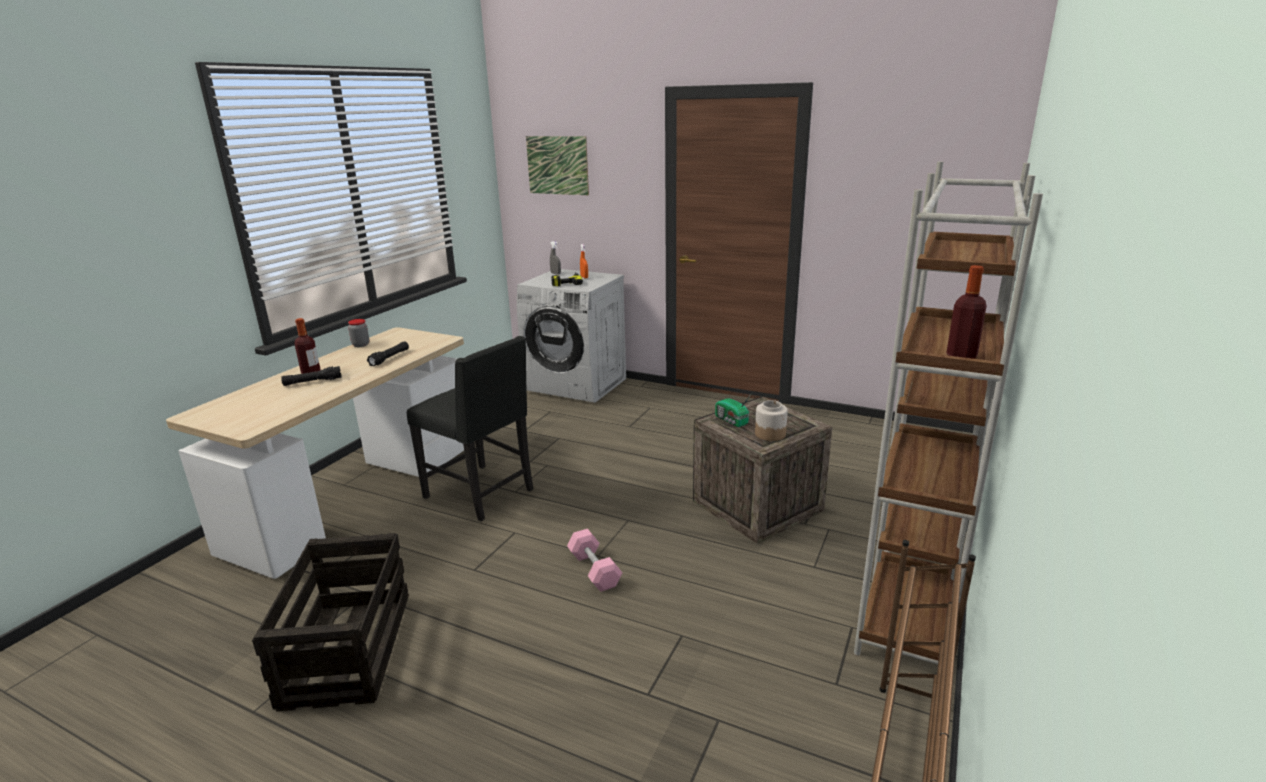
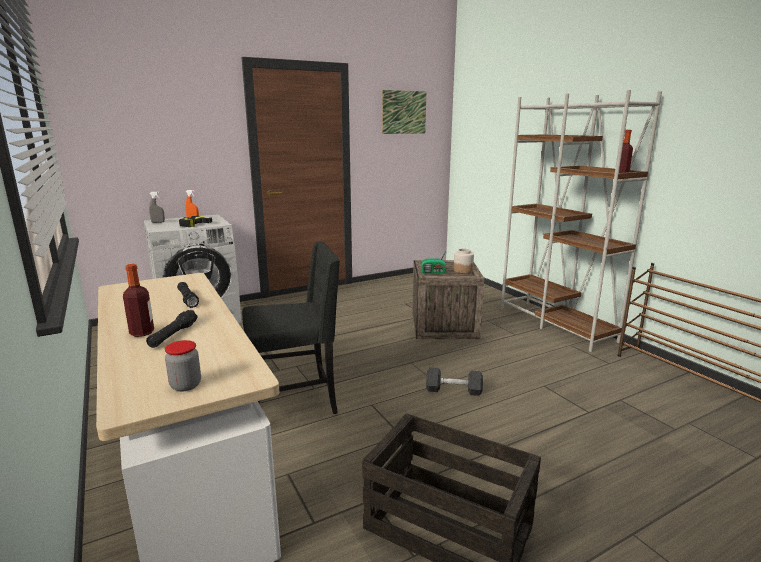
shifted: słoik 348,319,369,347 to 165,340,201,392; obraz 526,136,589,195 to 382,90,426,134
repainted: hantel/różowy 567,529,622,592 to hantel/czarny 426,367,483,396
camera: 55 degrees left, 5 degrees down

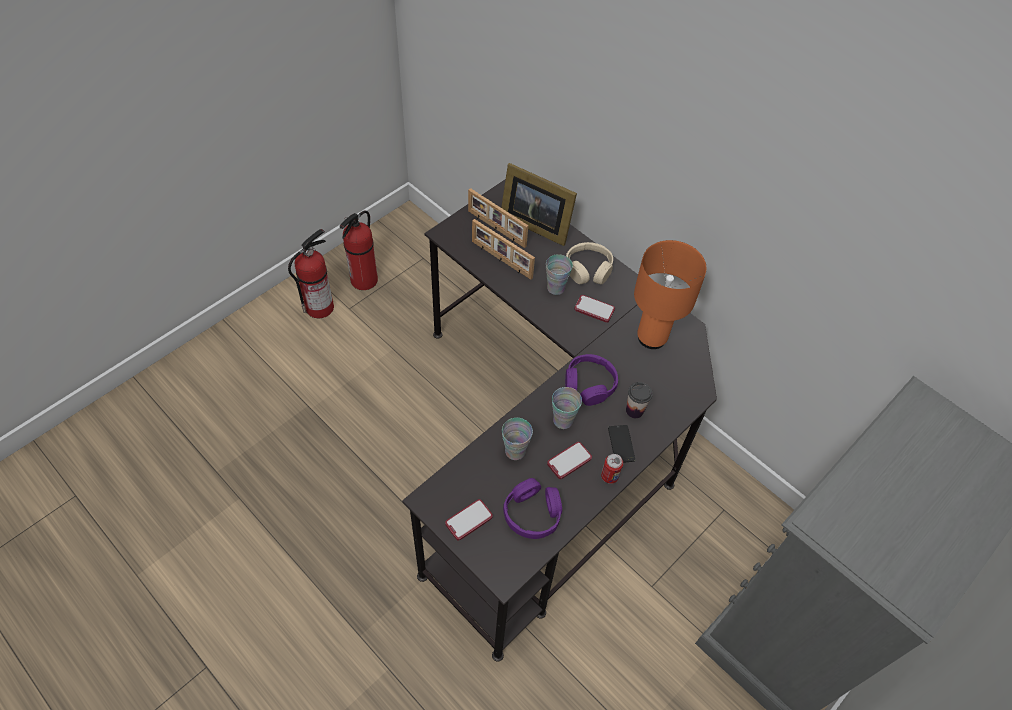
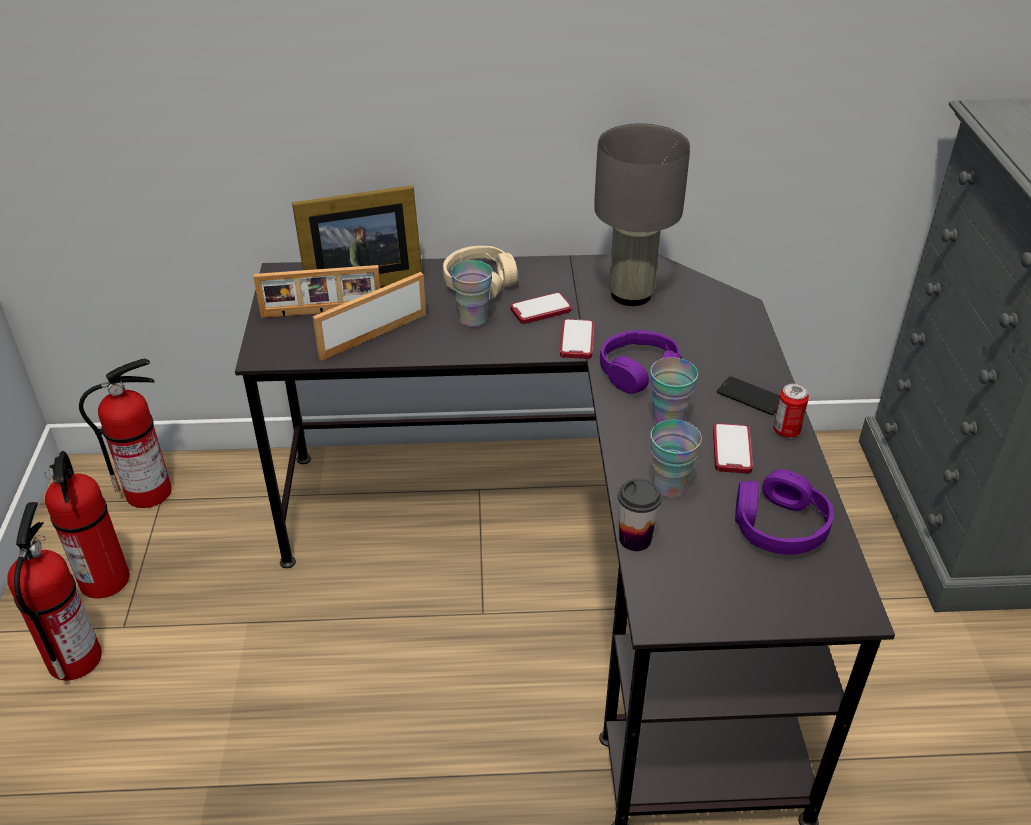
new: gaśnica 79,359,172,508
shifted: telefon 445,499,493,541 to 560,319,594,359; filiżanka 626,382,653,418 to 618,478,662,551
repainted: lampa stołowa/pomarańczowy 634,240,706,349 to lampa stołowa/szary 594,124,690,306
rotated: ramka na zdjęcie 472,219,535,280 = 313,272,426,361 150 degrees clockwise
camera: 45 degrees left, 15 degrees down

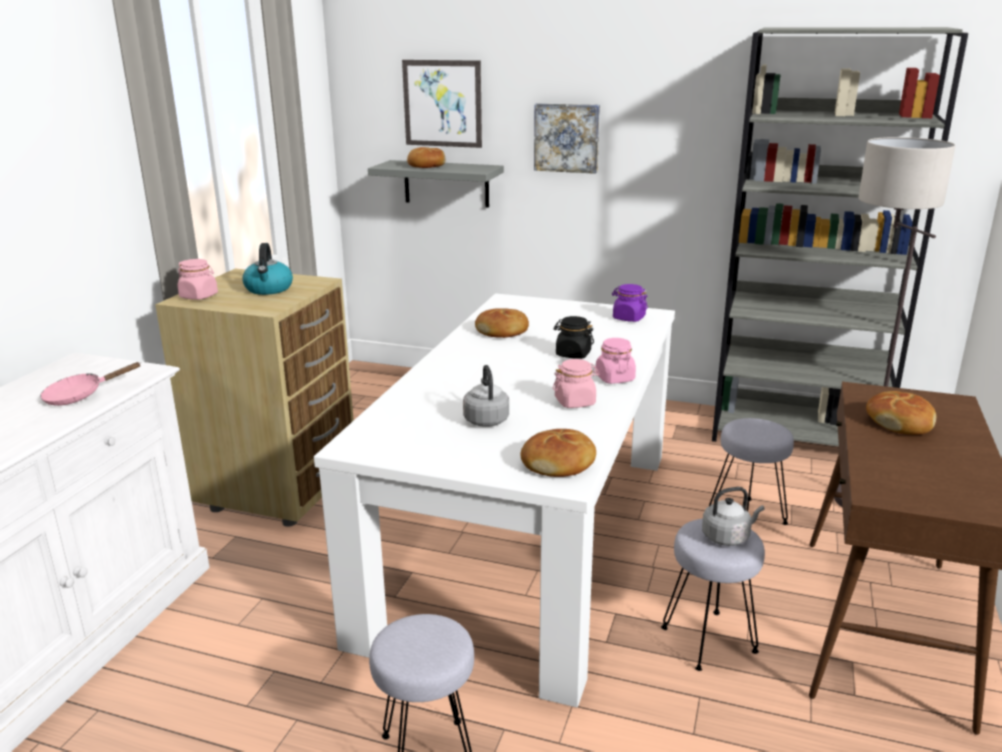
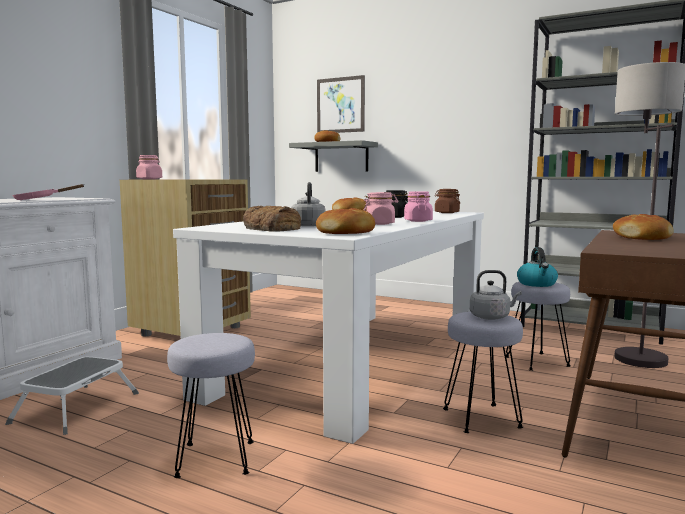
gone: obraz 534,103,600,174
new: drabinka/szary 5,357,139,435; chleb 243,206,301,232
shifted: czajnik 242,243,293,295 to 517,247,558,287
repainted: słoik/fioletowy 612,284,648,322 to słoik/brązowy 435,189,460,213
camera: 10 degrees right, 15 degrees down

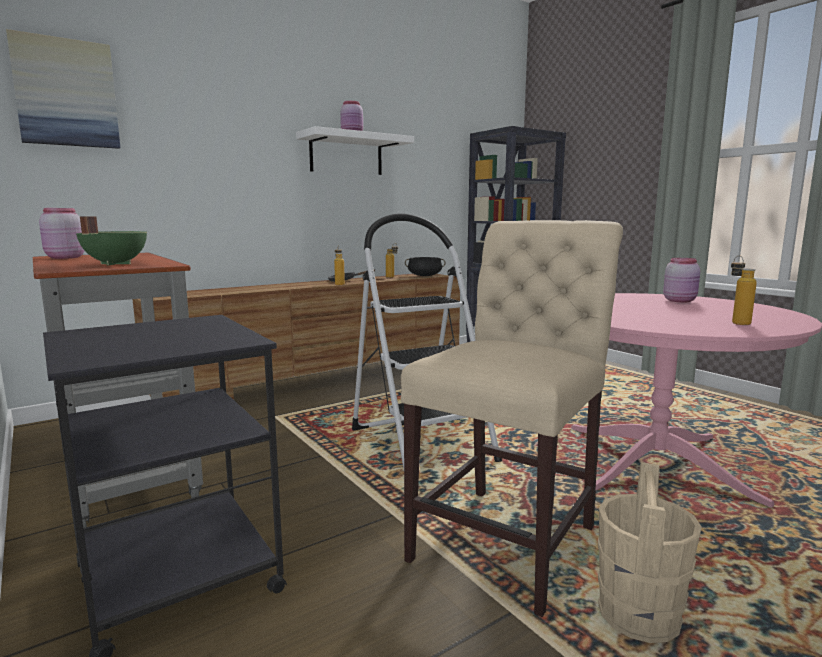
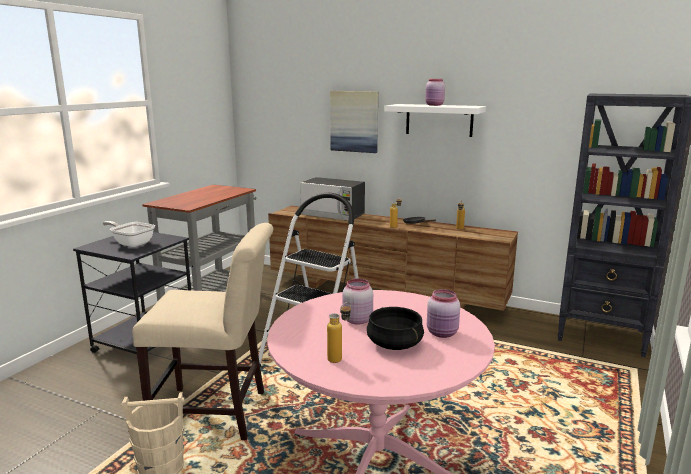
gone: garnek/zielony 76,217,147,266
new: patelnia 103,221,155,247; mikrofalówka 300,177,365,221
shifted: obraz 6,29,121,149 to 330,91,378,153; słoik/różowy 39,208,85,259 to 343,279,373,325; garnek/czarny 405,257,445,276 to 367,307,424,350
camera: 60 degrees right, 5 degrees up

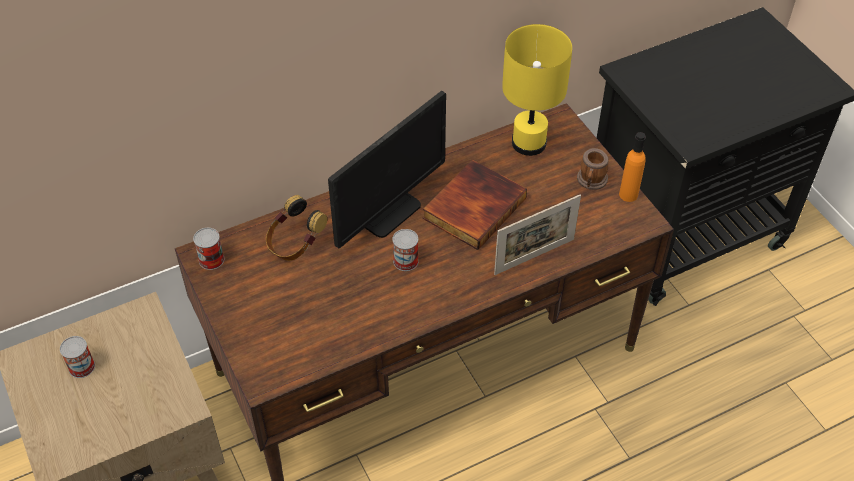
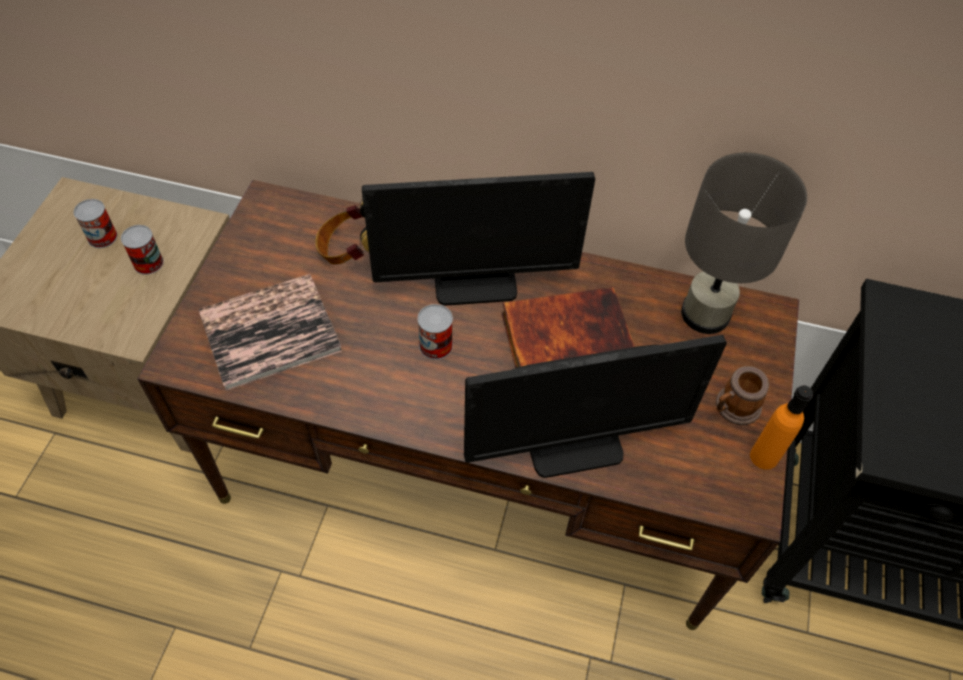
new: książka 198,274,342,391
shifted: puszka 193,228,224,270 to 121,225,164,275
swapped: ramka na zdjęcie 494,195,581,275 to monitor 464,335,727,478
repainted: lampa stołowa/żółty 502,24,572,156 to lampa stołowa/szary 681,153,807,334
camera: 40 degrees right, 5 degrees up

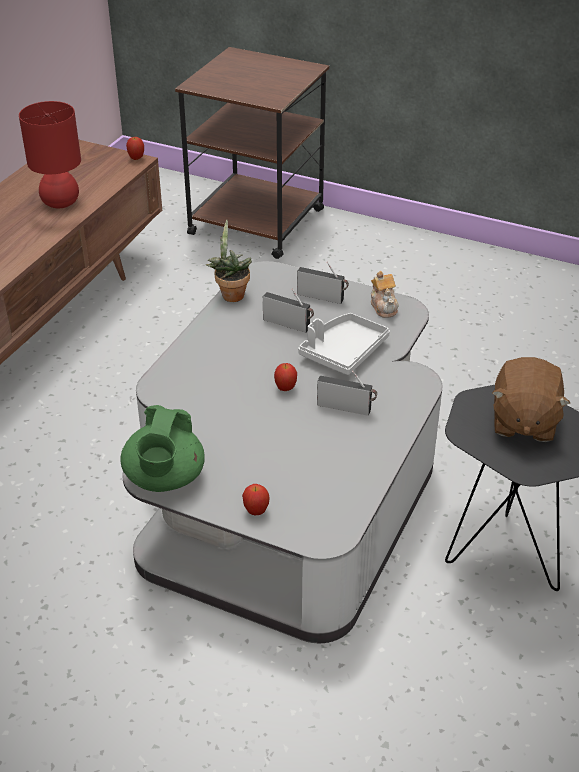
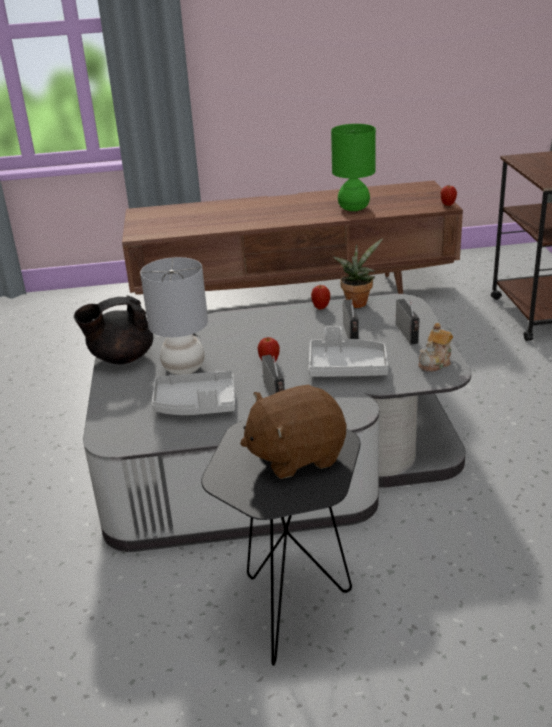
new: lampa stołowa/szary 140,257,208,375; taca/szary 152,371,235,415
shifted: jabłko 242,484,270,515 to 311,285,330,310
repainted: lampa stołowa/czerwony 19,101,81,208 to lampa stołowa/zielony 331,124,376,211; imbryk/zielony 121,405,205,492 to imbryk/czarny 74,296,153,364
camera: 60 degrees right, 10 degrees down

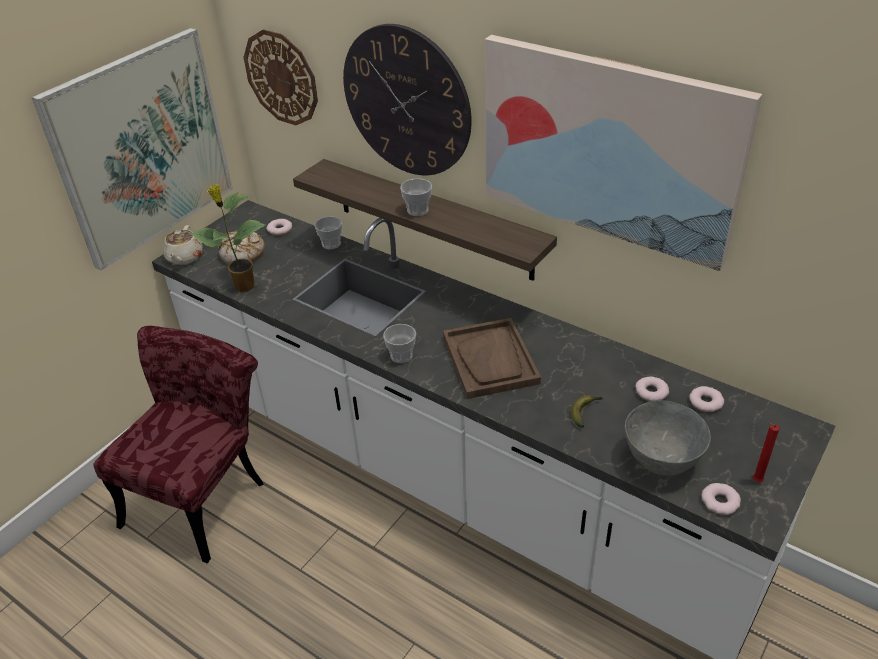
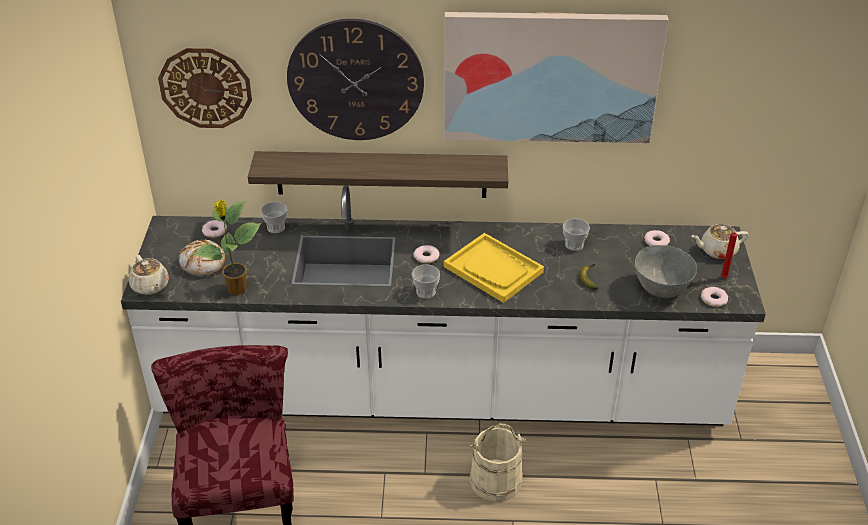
gone: obraz 31,28,233,271
new: wiadro/beżowy 470,424,526,502; imbryk/beżowy 692,224,749,259
shifted: filiżanka 400,178,432,216 to 563,218,590,251; donut 635,376,669,401 to 413,245,440,264
repainted: taca/brązowy 443,318,541,399 to taca/żółty 444,233,544,303
camera: 35 degrees left, 0 degrees up

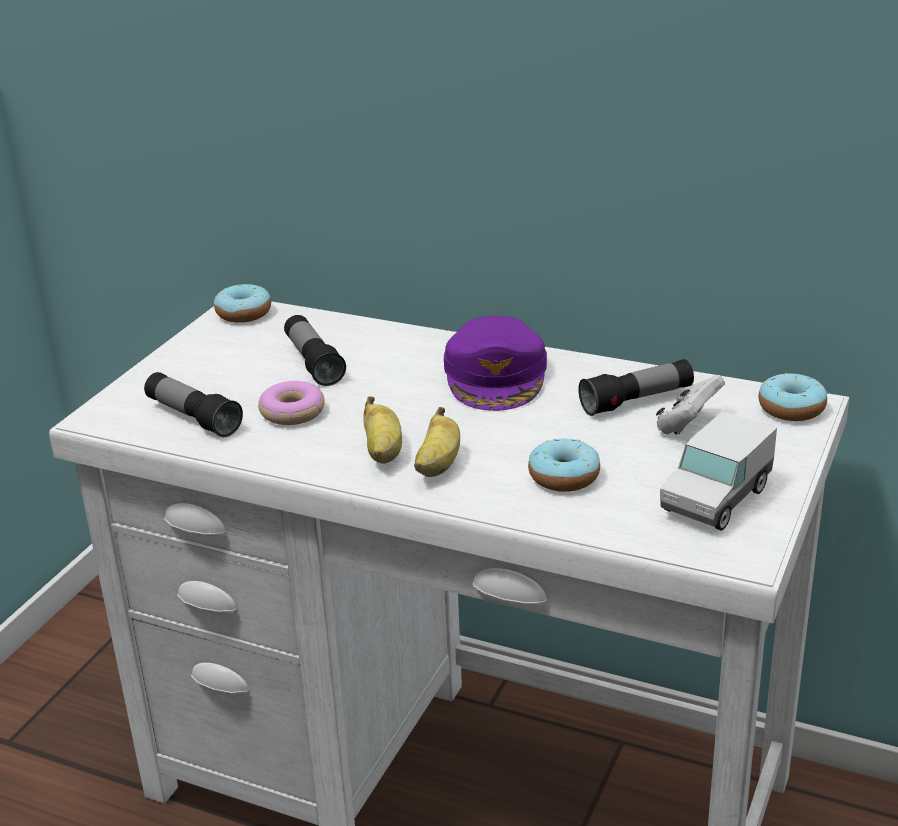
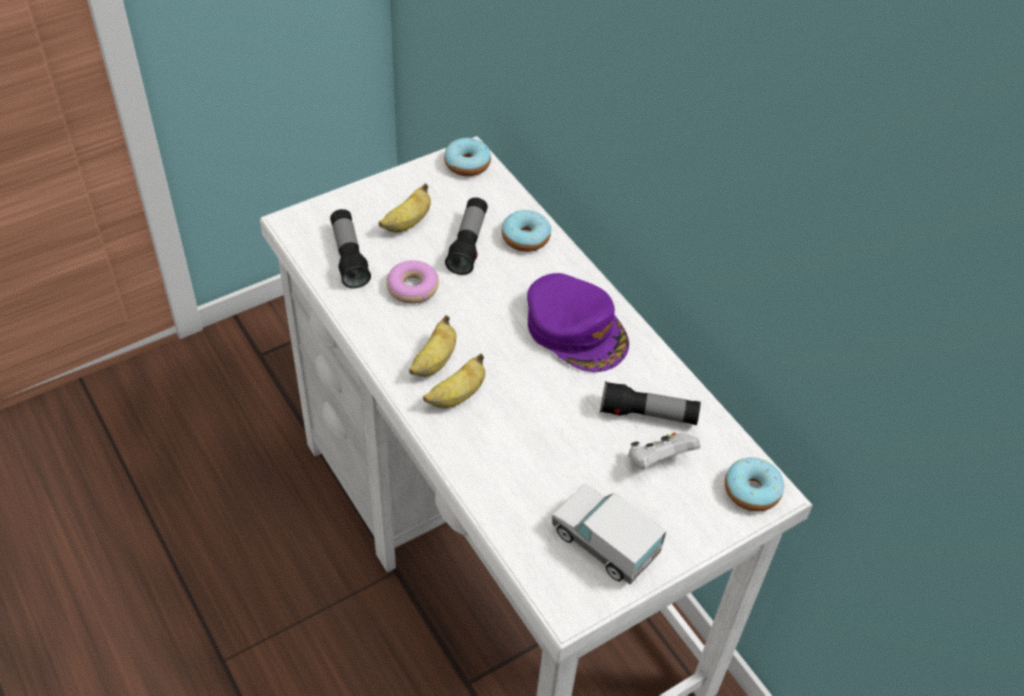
new: banan 379,183,431,232
shifted: donut 528,438,600,492 to 502,210,552,252
rotated: czapka z daszkiem/fioletowy 444,316,547,411 = 527,273,629,372 75 degrees counterclockwise; ciężarówka zabawkowa 660,411,777,530 = 552,484,666,584 60 degrees clockwise
camera: 30 degrees right, 20 degrees up

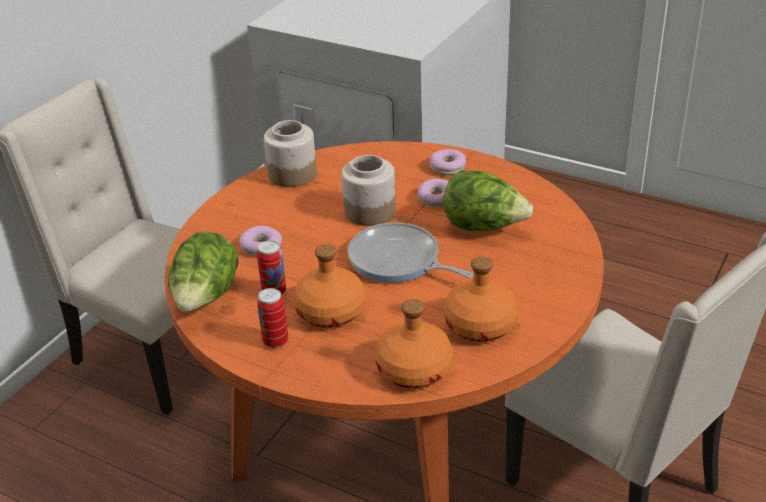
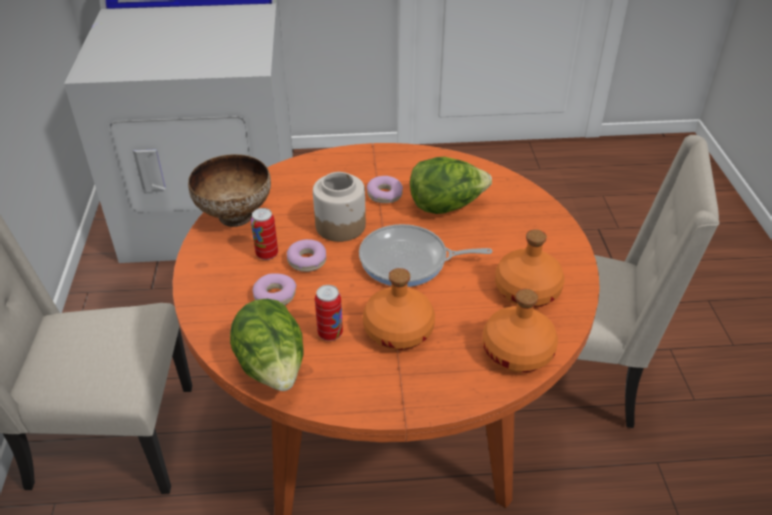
shifted: puszka 257,288,288,348 to 251,208,278,260; donut 430,149,466,175 to 287,239,326,272
swapped: słoik 264,120,317,187 to miska 188,154,271,227
camera: 35 degrees left, 5 degrees up

